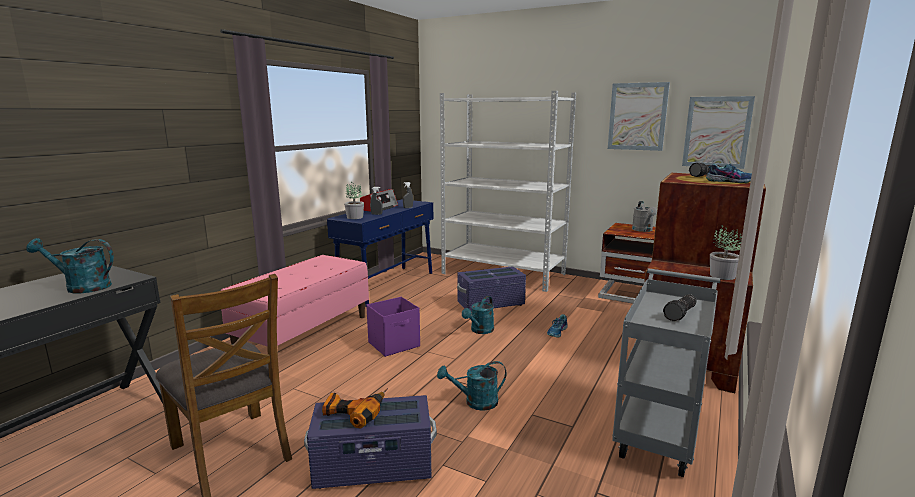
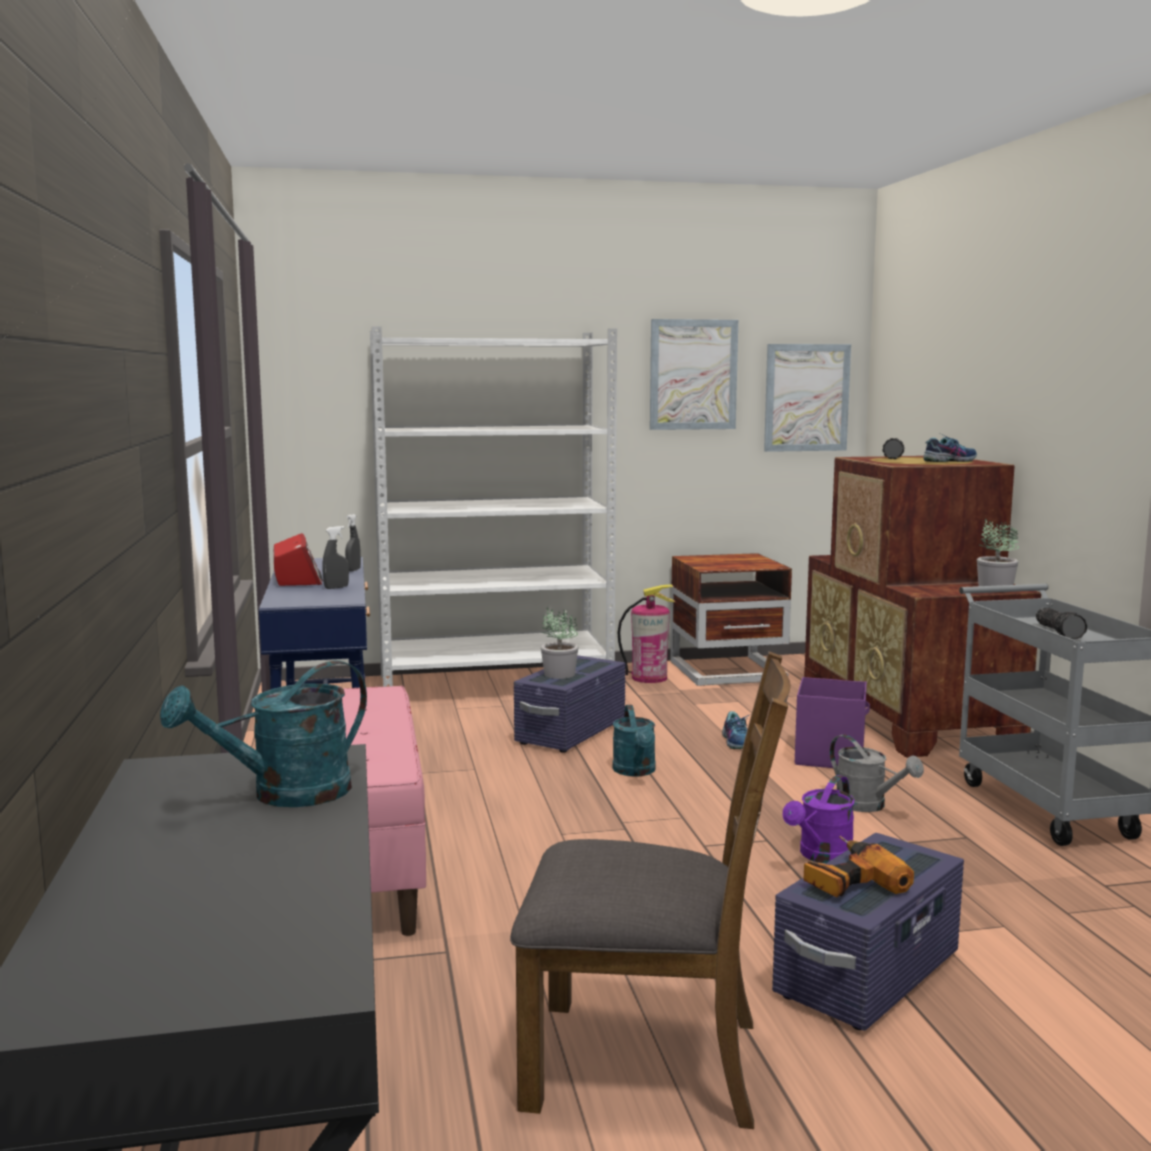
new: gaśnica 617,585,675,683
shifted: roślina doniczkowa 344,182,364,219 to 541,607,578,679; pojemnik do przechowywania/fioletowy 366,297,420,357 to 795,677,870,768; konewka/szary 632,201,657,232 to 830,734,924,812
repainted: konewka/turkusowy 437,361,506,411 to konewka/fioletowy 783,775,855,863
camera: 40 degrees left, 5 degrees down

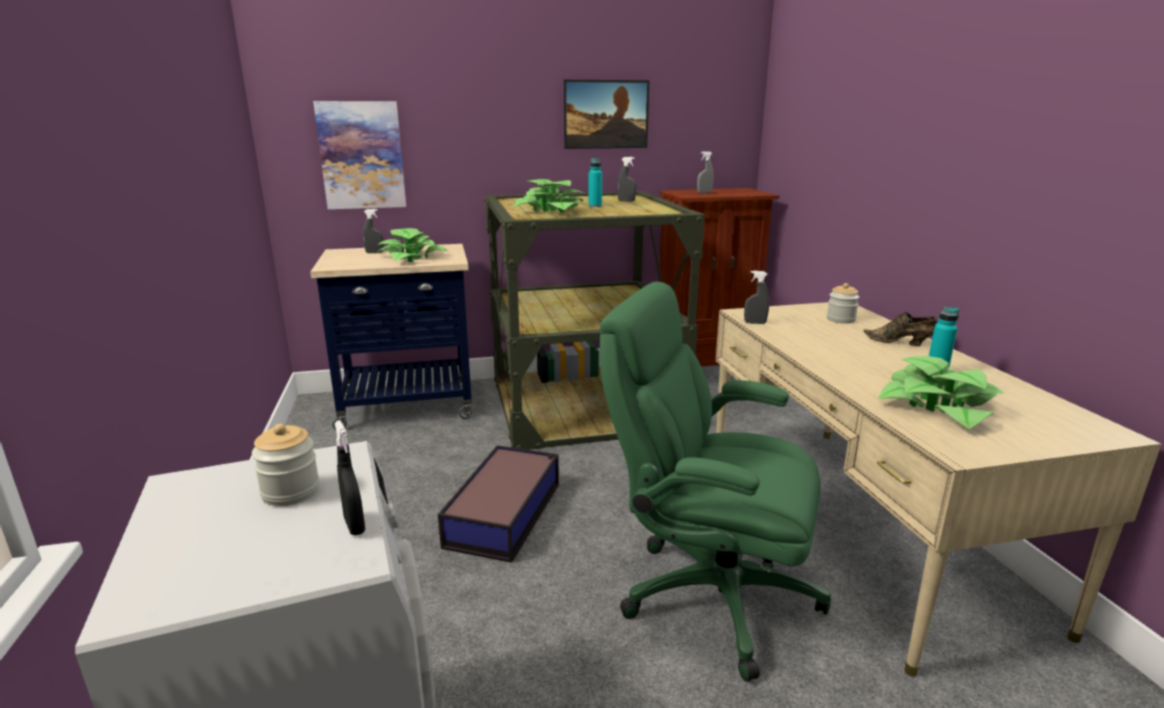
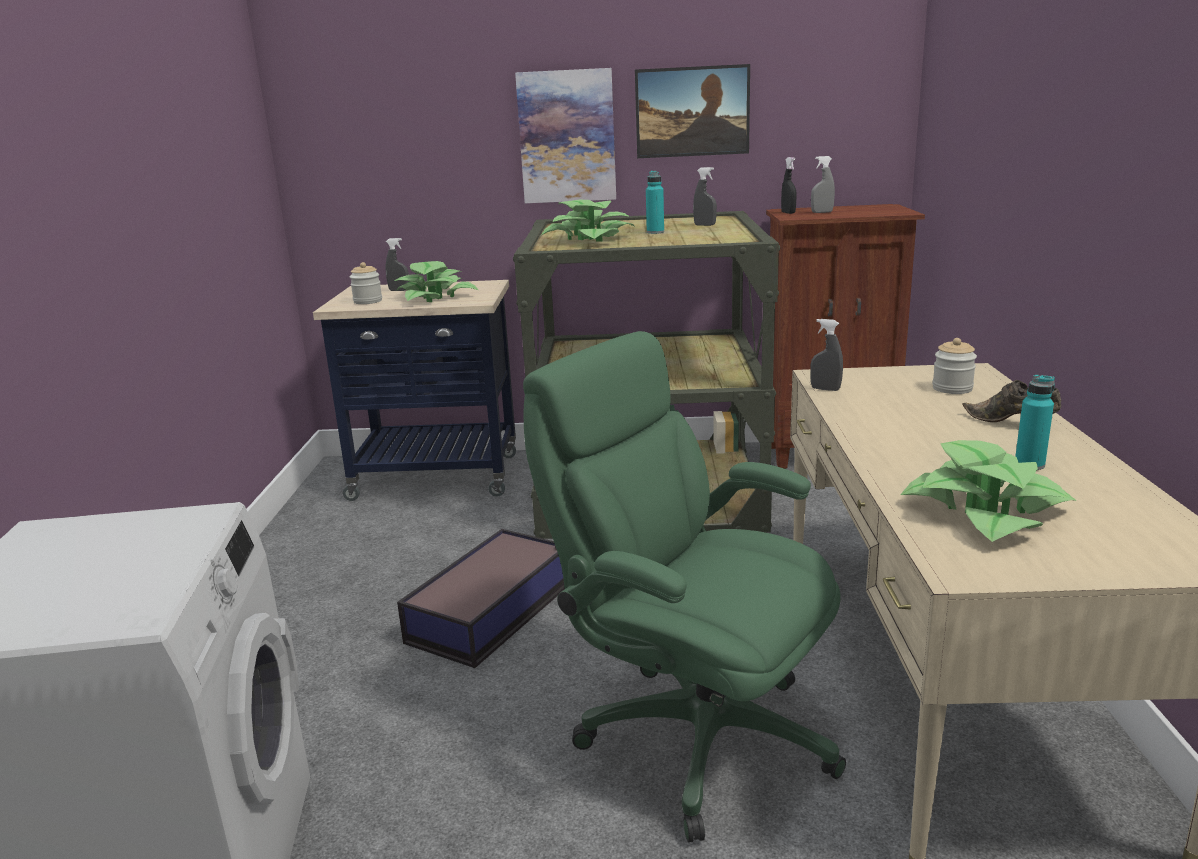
shifted: słoik 252,424,320,506 to 350,262,382,304; obraz 313,101,406,209 to 515,68,616,203; spryskiwacz/czarny 335,420,365,535 to 781,157,797,214
camera: 15 degrees right, 0 degrees up

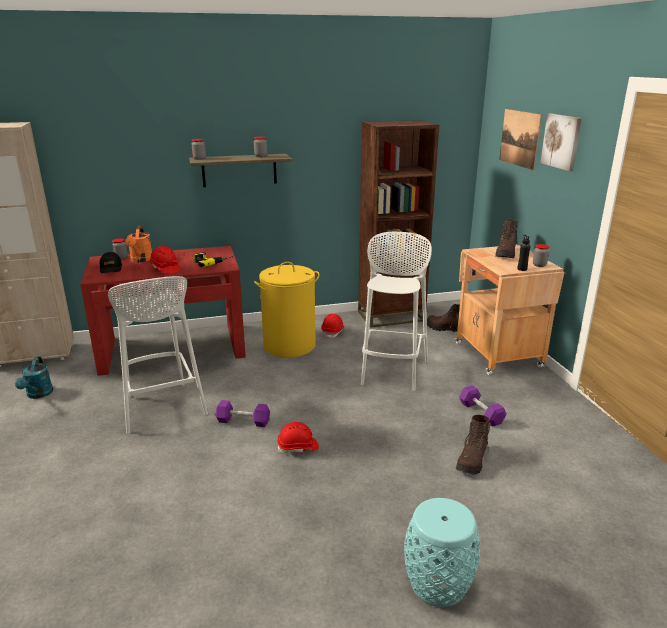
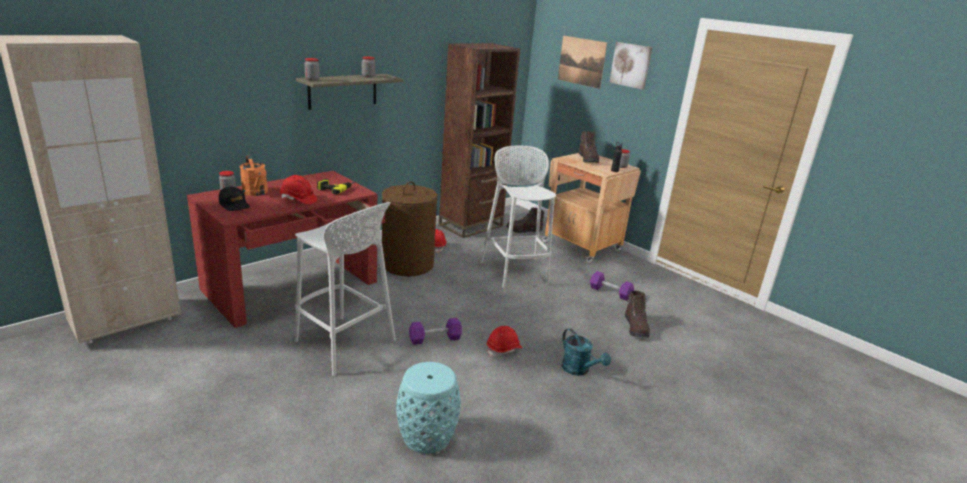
shifted: konewka/turkusowy 15,356,53,399 to 562,328,611,376; stołek/turkusowy 404,498,480,607 to 396,362,461,454
repainted: kosz na pranie/żółty 254,262,320,358 to kosz na pranie/brązowy 382,181,437,276
camera: 30 degrees left, 0 degrees up

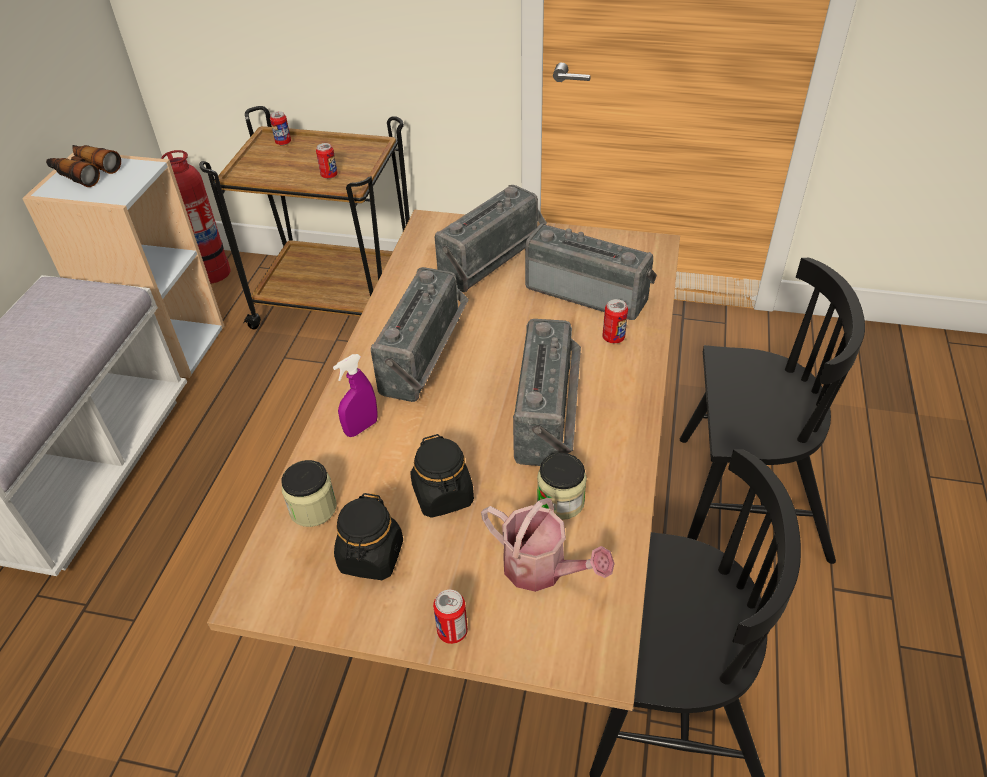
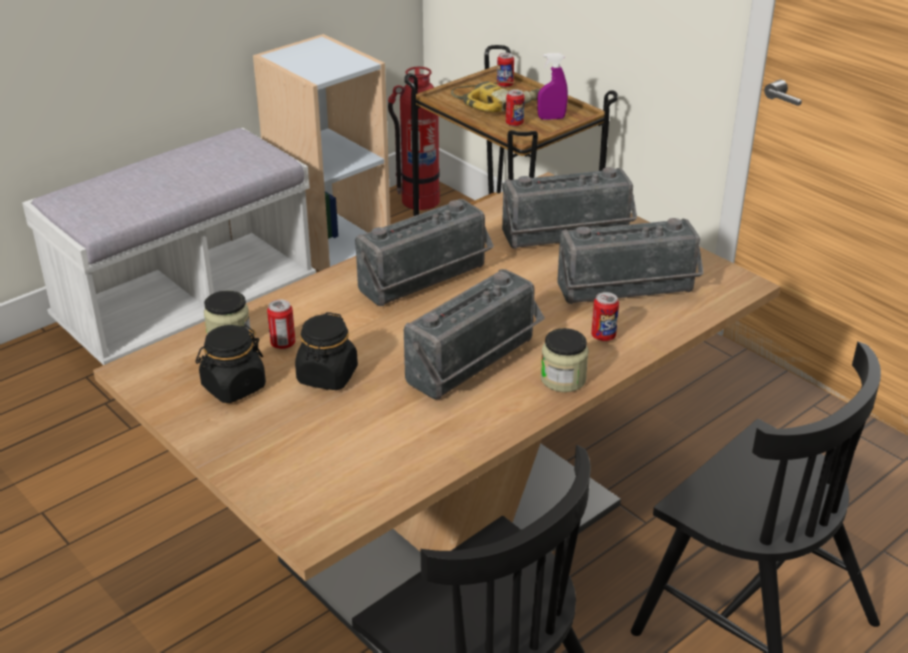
gone: lornetka 46,145,121,187; konewka 481,498,615,592
new: wiertarka 451,81,540,113
shifted: spryskiwacz/fioletowy 333,354,378,437 to 537,53,568,120; puszka 433,589,468,644 to 267,299,295,349; słoik 537,453,587,520 to 541,328,589,392
rotated: radio 525,223,657,320 = 557,218,704,304 105 degrees clockwise
camera: 35 degrees right, 10 degrees down

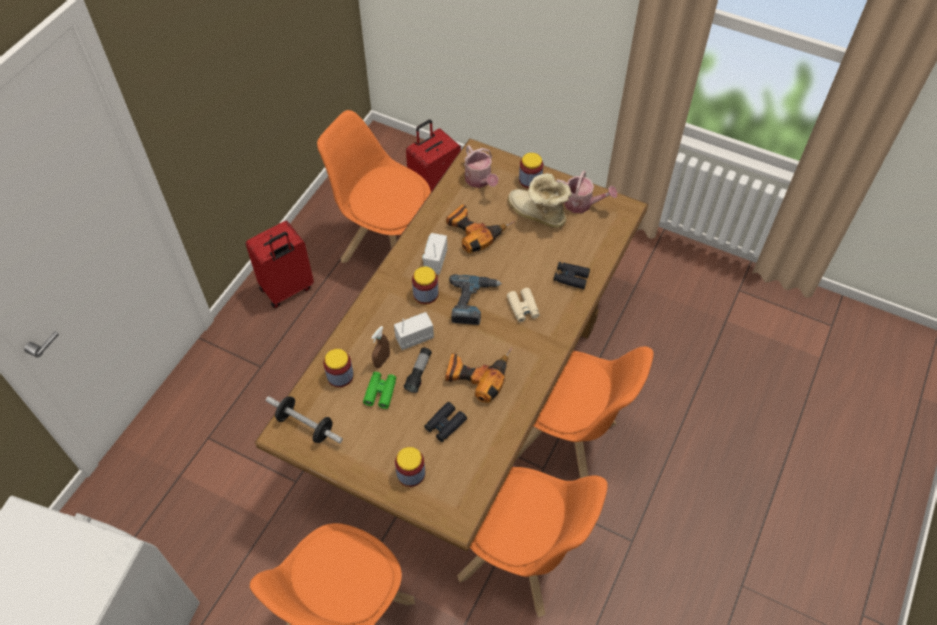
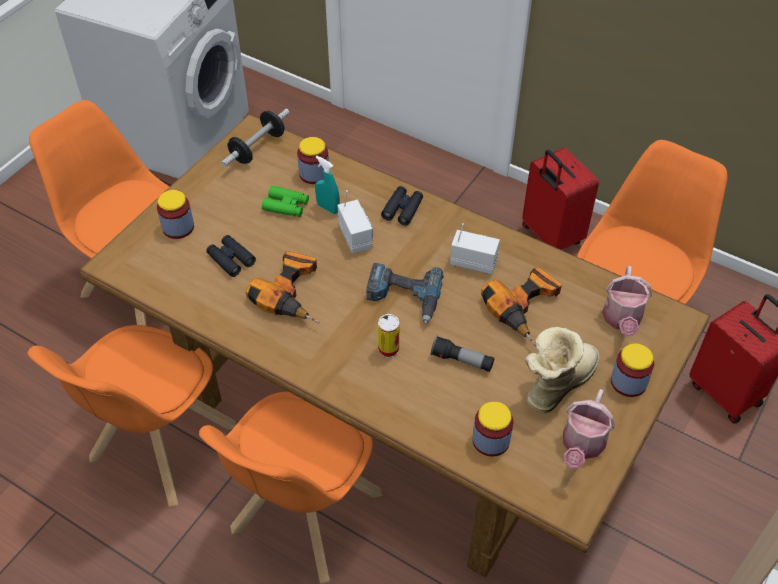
shifted: latarka 404,347,432,393 to 431,336,494,372; słoik 412,267,438,304 to 472,401,513,457; lornetka/czarny 553,262,590,289 to 381,186,423,226
swapped: lornetka/beżowy 507,288,540,322 to puszka 378,314,400,358
repainted: spryskiwacz/brązowy 371,326,390,368 to spryskiwacz/turkusowy 315,156,340,214
rotated: konewka 464,145,498,188 = 602,266,652,337 60 degrees counterclockwise
camera: 95 degrees right, 5 degrees down

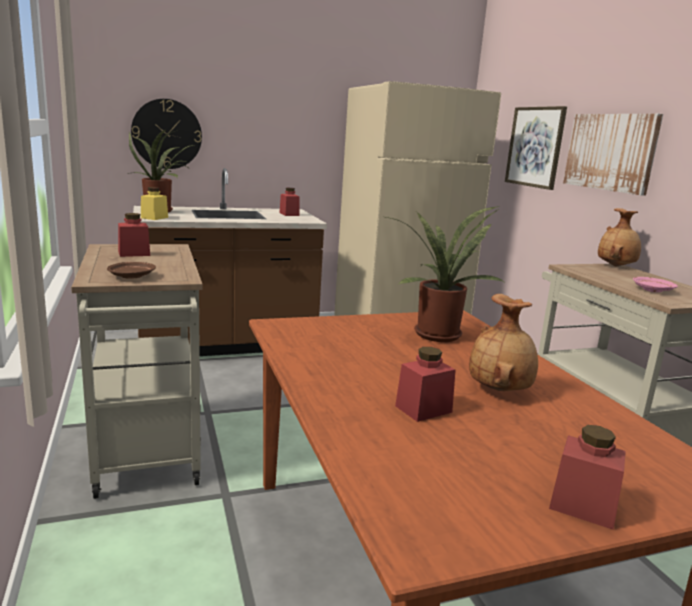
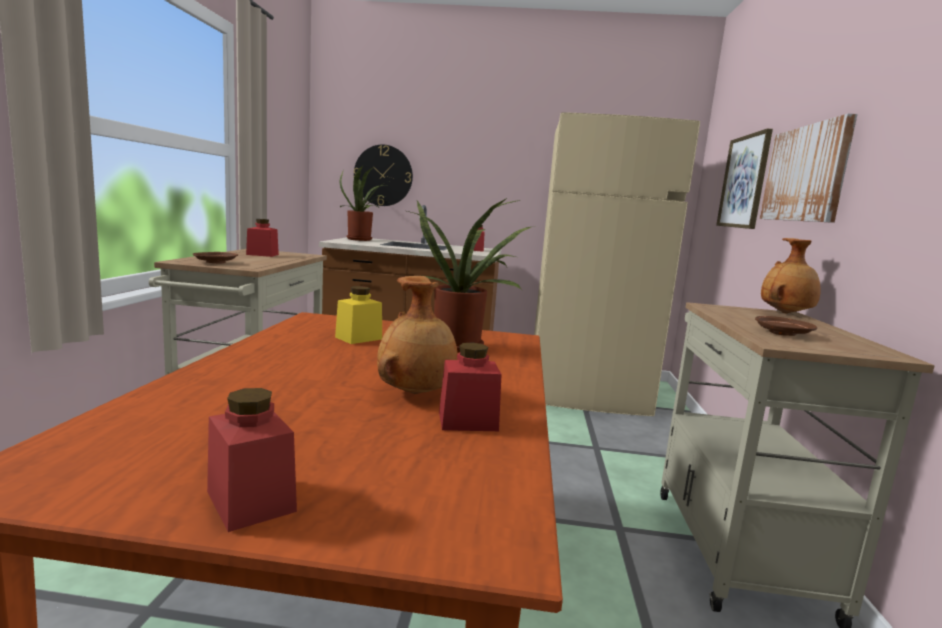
shifted: słoik/żółty 141,187,168,220 to 335,286,382,344; słoik/czerwony 395,347,456,422 to 439,343,502,431
repainted: talerz/różowy 633,277,678,292 to talerz/brązowy 755,316,817,336
camera: 25 degrees right, 5 degrees down

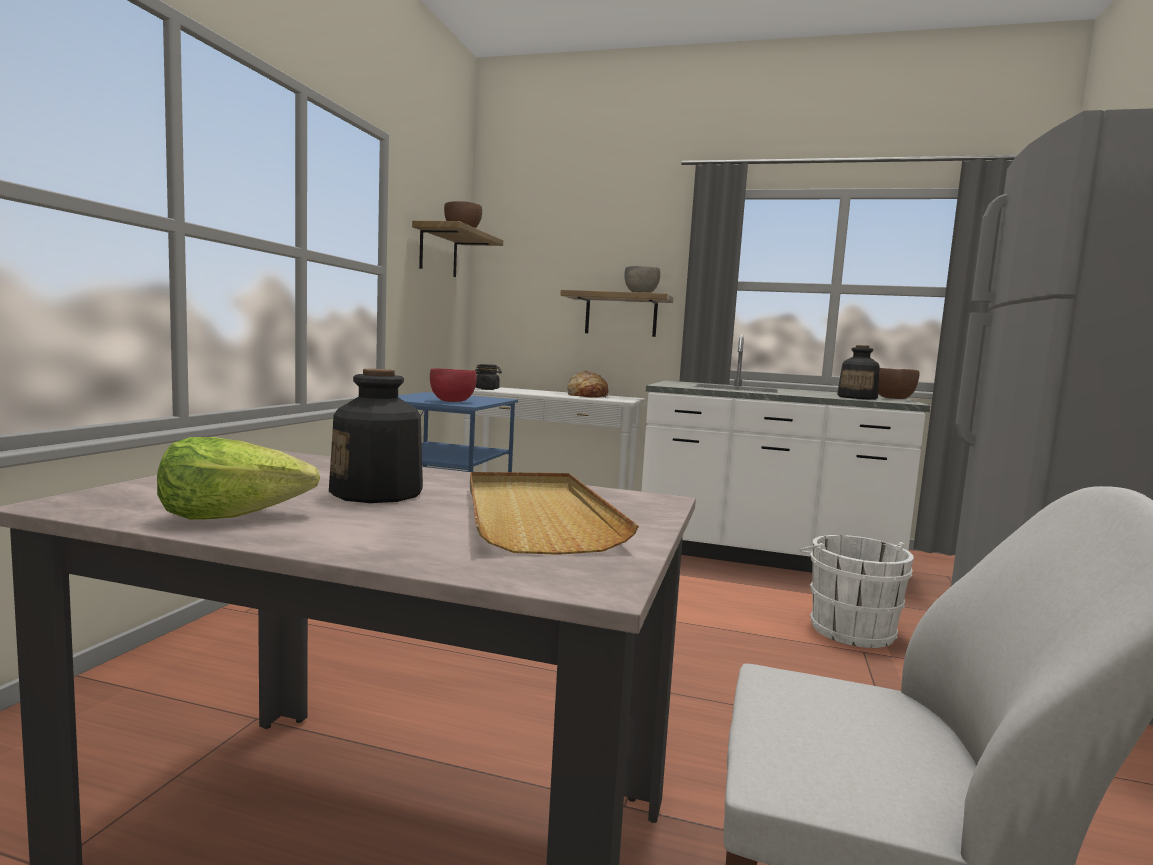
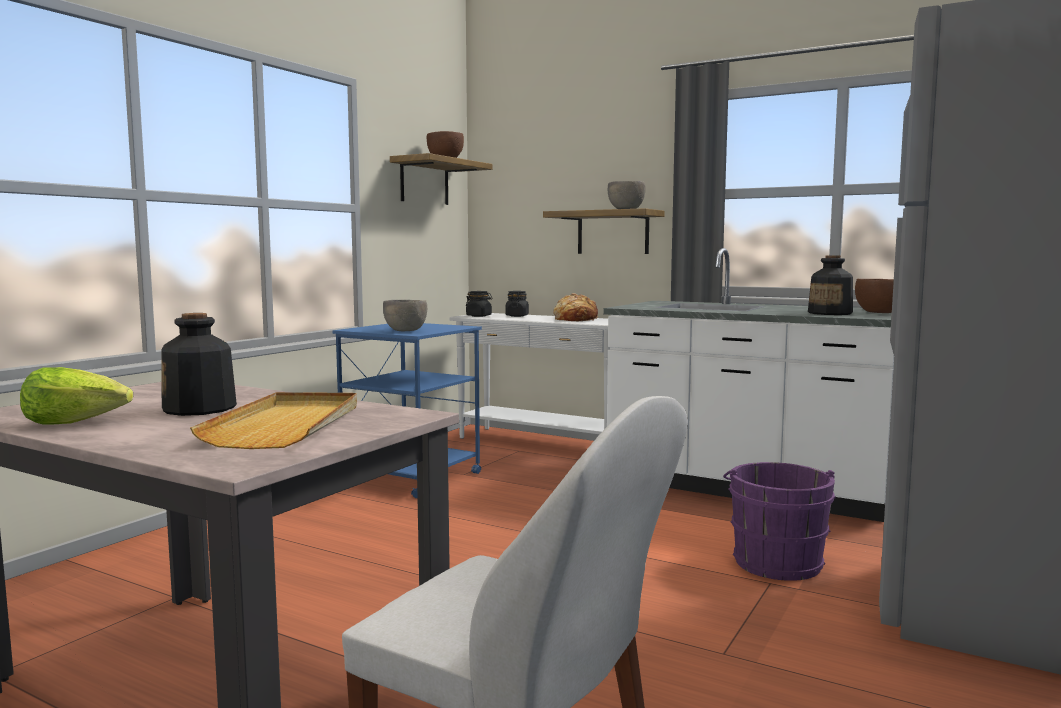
new: słoik/czarny 505,291,529,317
repainted: miska/czerwony 430,368,477,402 to miska/szary 383,300,427,331; wiadro/biały 799,535,914,648 to wiadro/fioletowy 723,462,836,581
camera: 15 degrees right, 0 degrees up

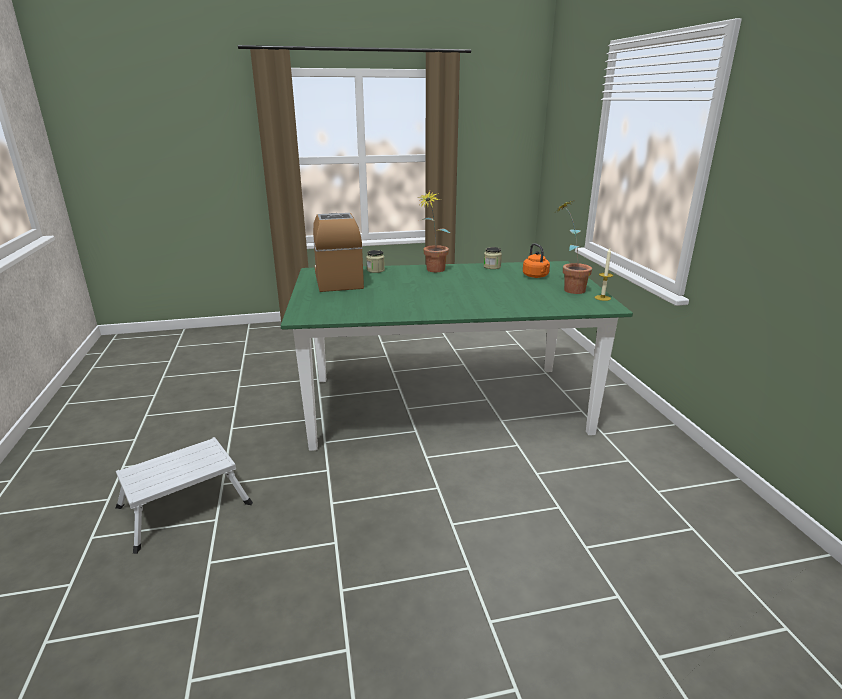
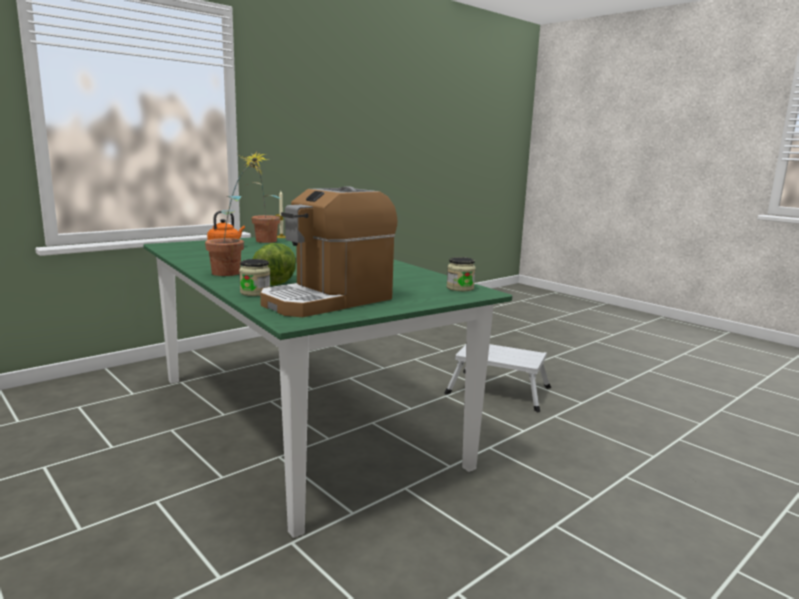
new: sałata 252,243,296,286
shifted: drabinka/biały 116,437,253,554 to 444,344,551,412; słoik 484,247,502,269 to 446,257,476,291
camera: 120 degrees left, 10 degrees down

